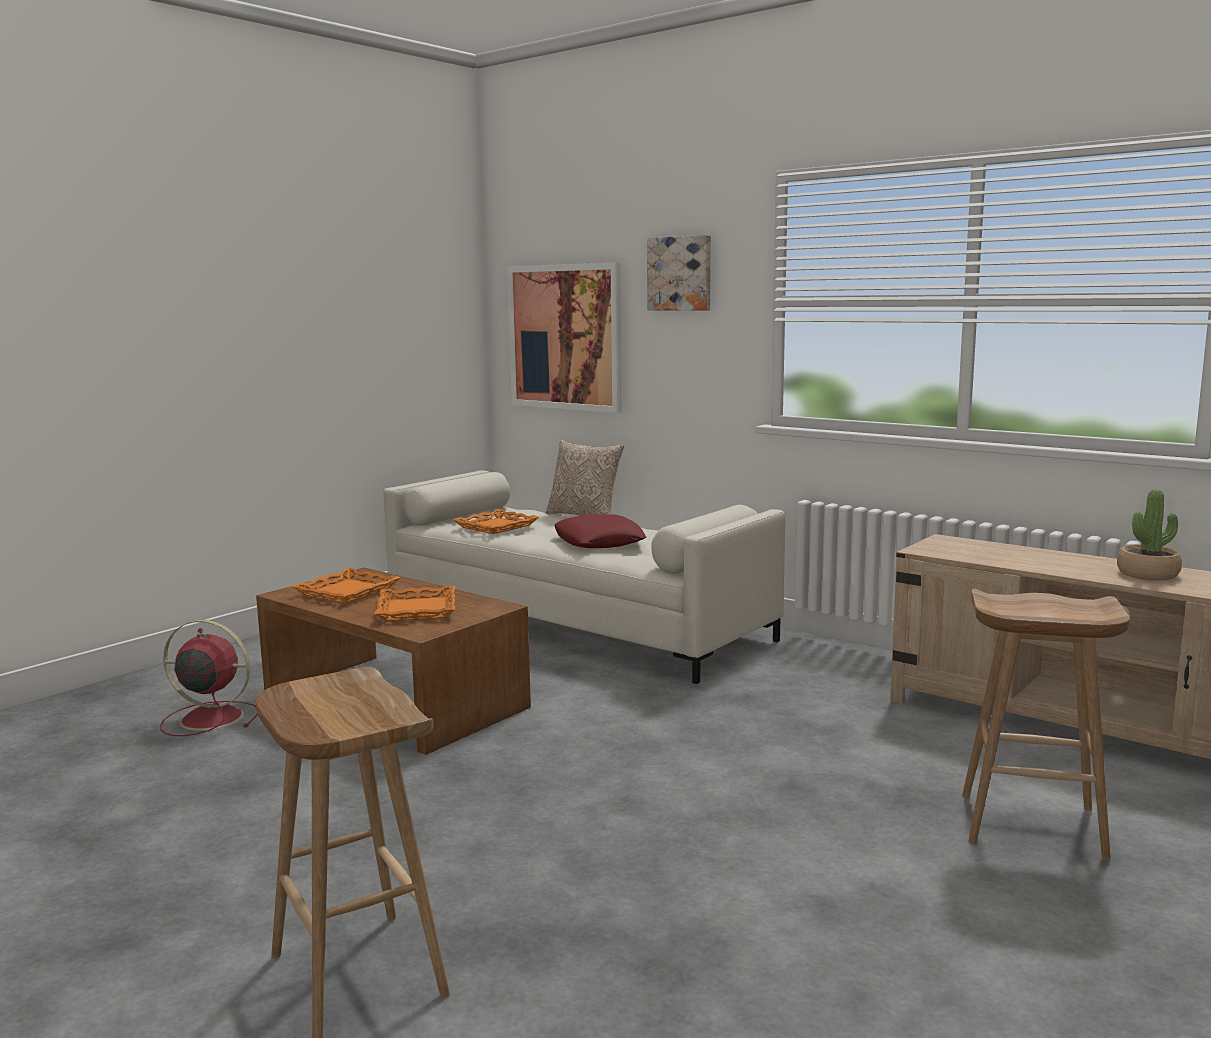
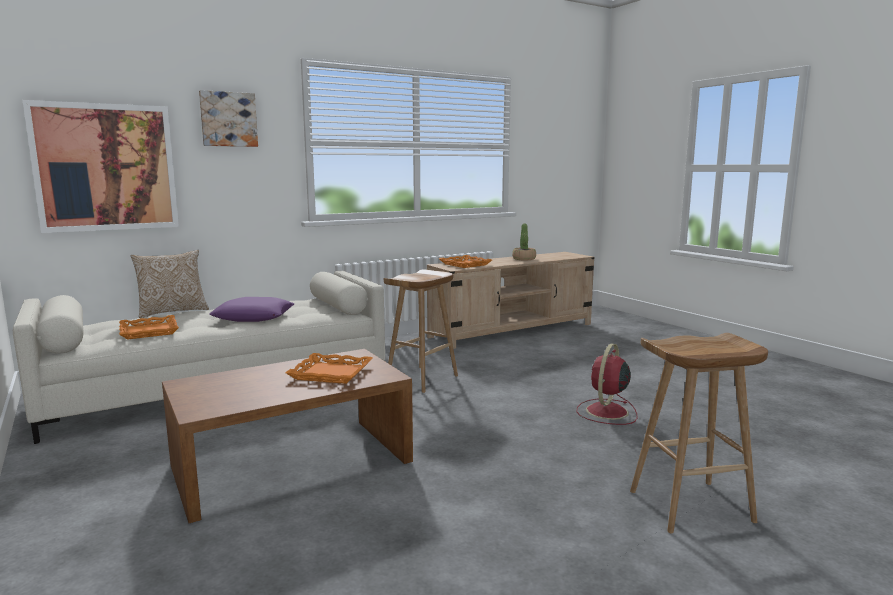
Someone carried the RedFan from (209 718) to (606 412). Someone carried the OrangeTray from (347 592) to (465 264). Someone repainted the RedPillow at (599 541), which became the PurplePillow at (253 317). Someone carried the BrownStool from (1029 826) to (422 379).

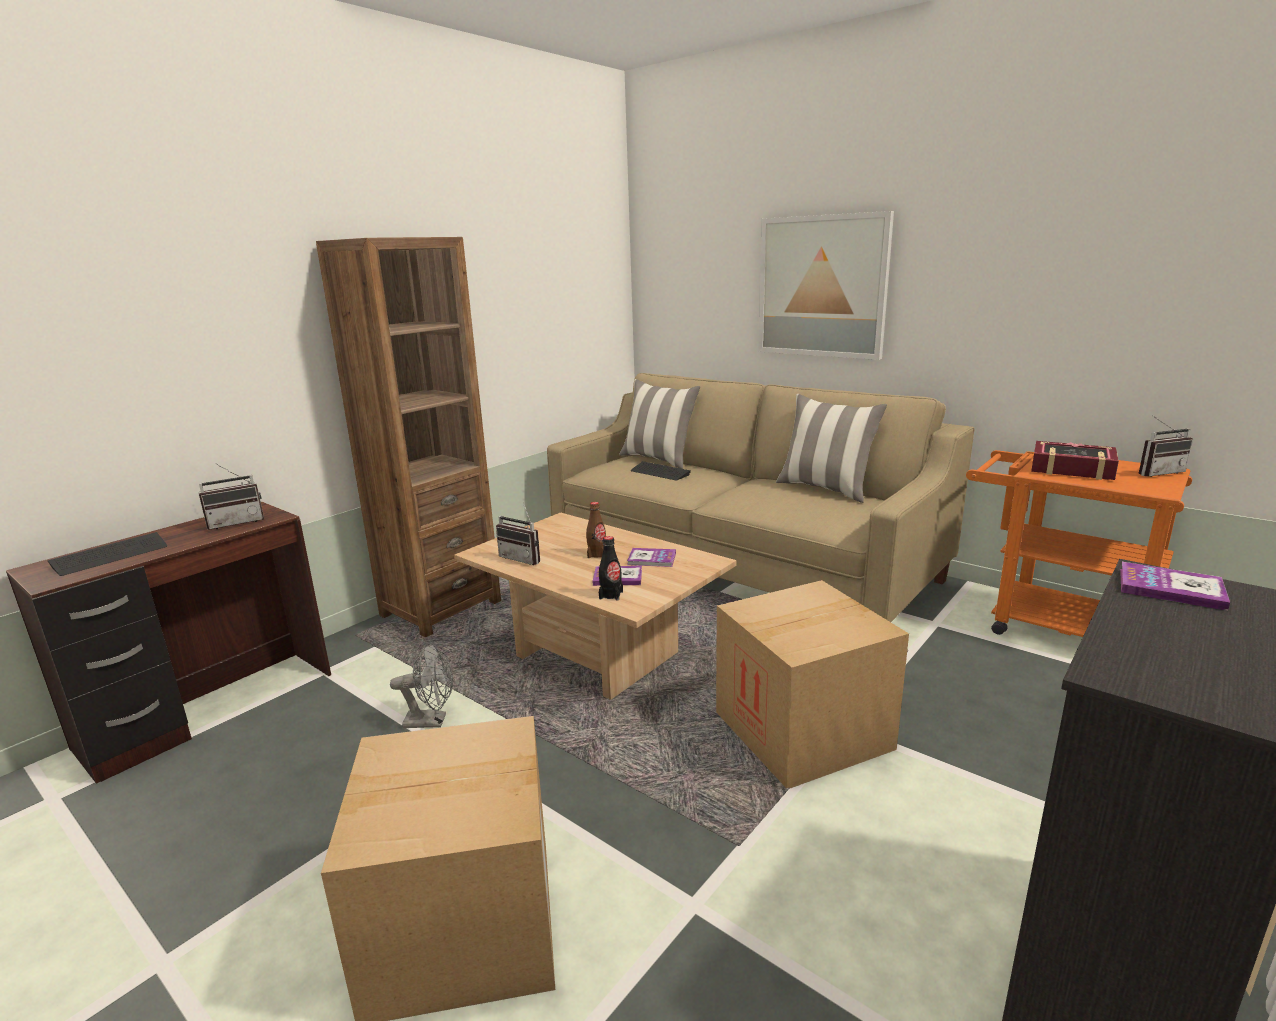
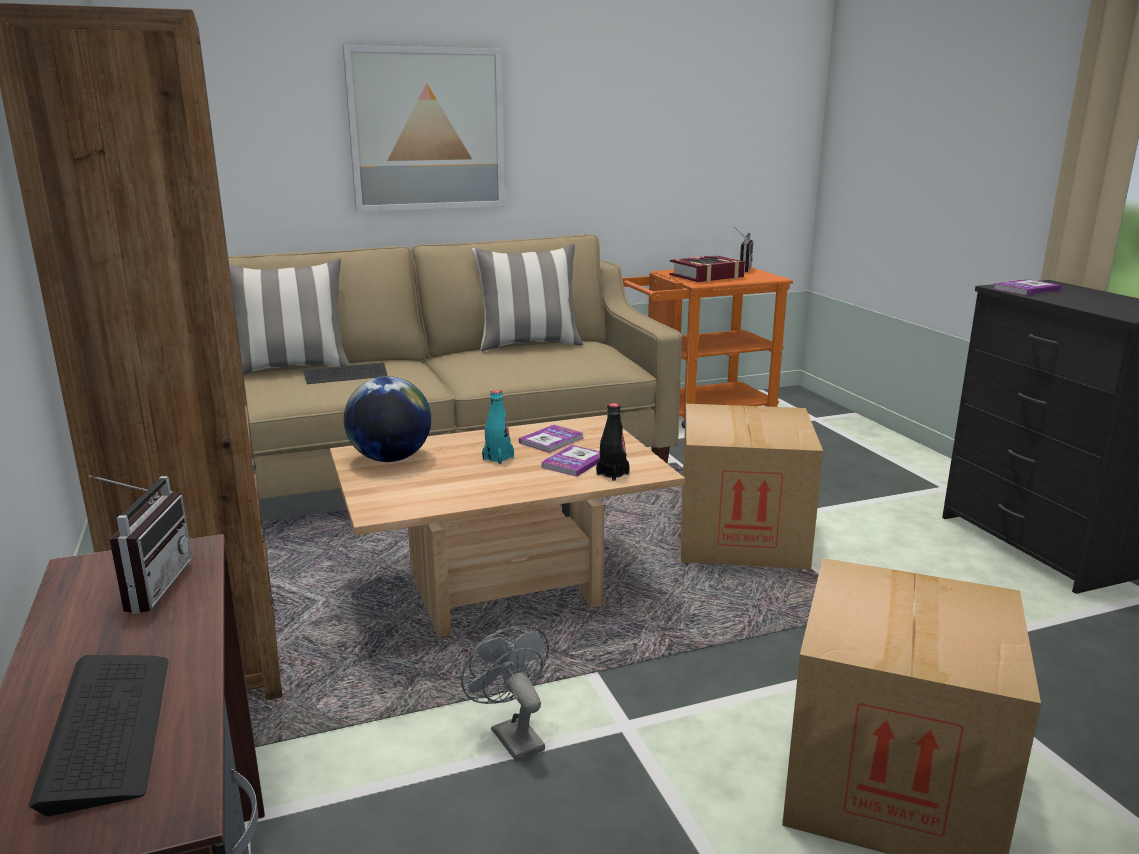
Someone rotated the GreyFan at (432 721) by 60 degrees counterclockwise. Someone took away the Radio at (523 558). Someone repainted the BrownBottle at (597 554), which became the TurquoiseBottle at (498 458). Someone put down the Globe at (390 459).

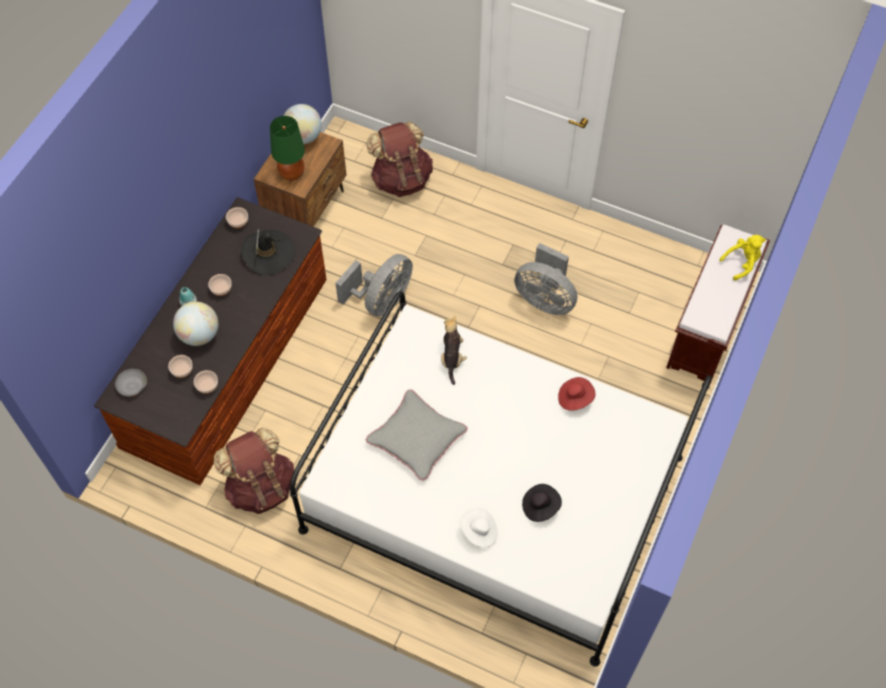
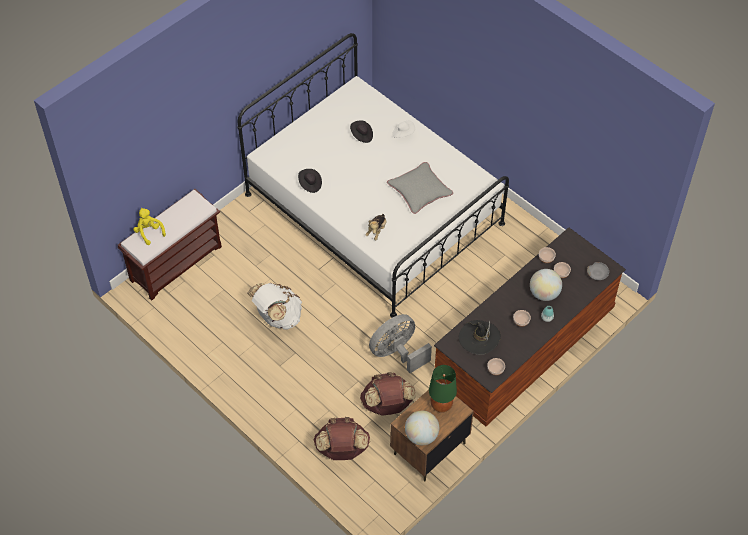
Someone carried the BrownBackpack from (261 486) to (387 405). Someone swapped the GreyFan at (545 299) for the WhiteBackpack at (277 317). Someone repainted the RedHat at (575 398), which became the BlackHat at (310 184). Someone rotated the YellowPlushToy at (742 263) by 60 degrees clockwise.

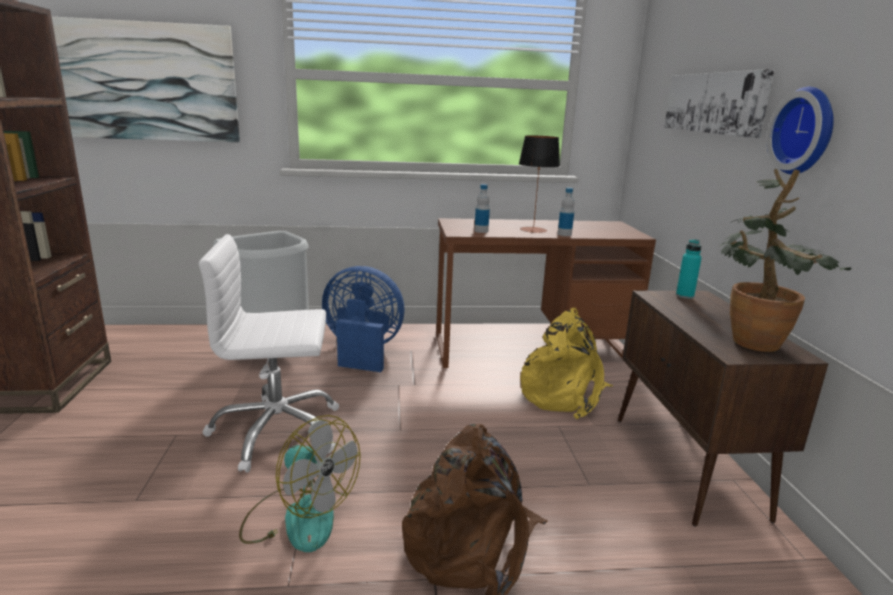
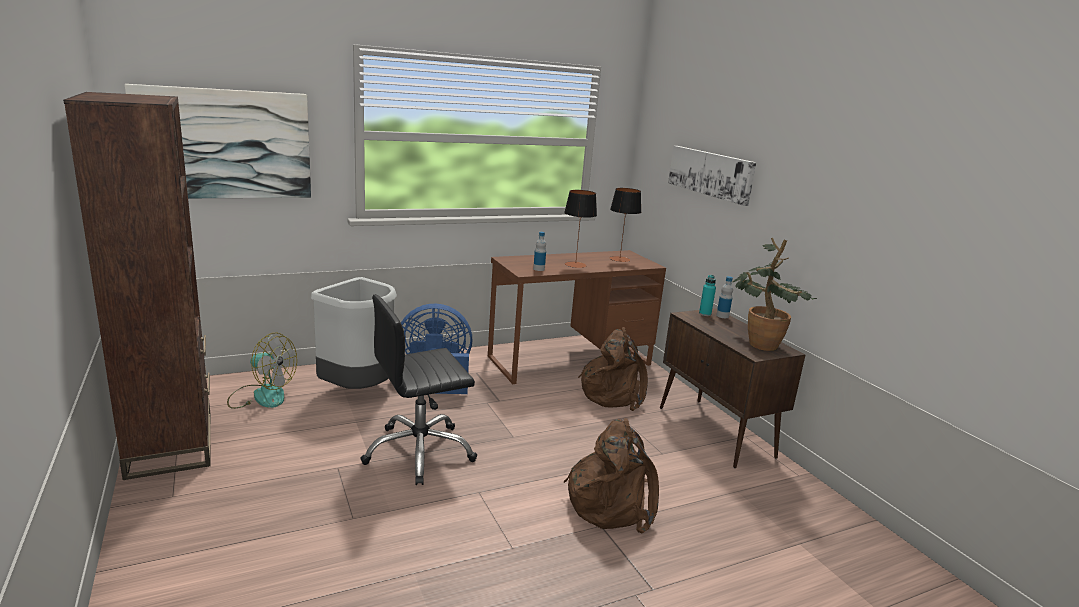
Someone repainted the WhiteOfficeChair at (277 431), which became the BlackOfficeChair at (419 452). Someone carried the Fan from (298 517) to (261 396). Someone repainted the YellowBackpack at (563 394), which became the BrownBackpack at (613 394). Someone carried the Bottle from (564 234) to (722 316). Someone took away the WallClock at (806 131). Someone put down the TableLamp at (619 259).

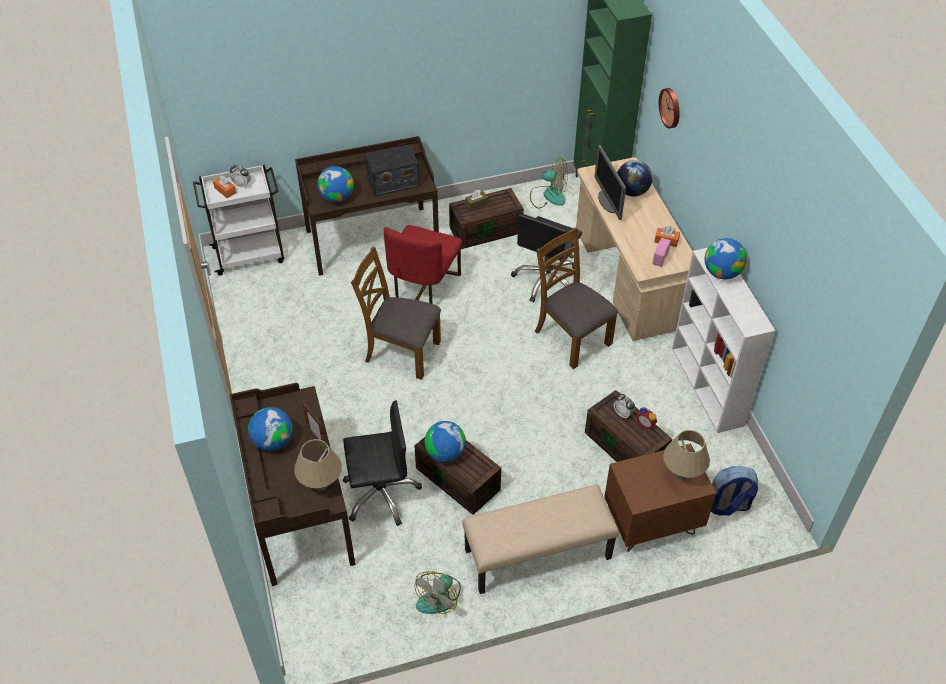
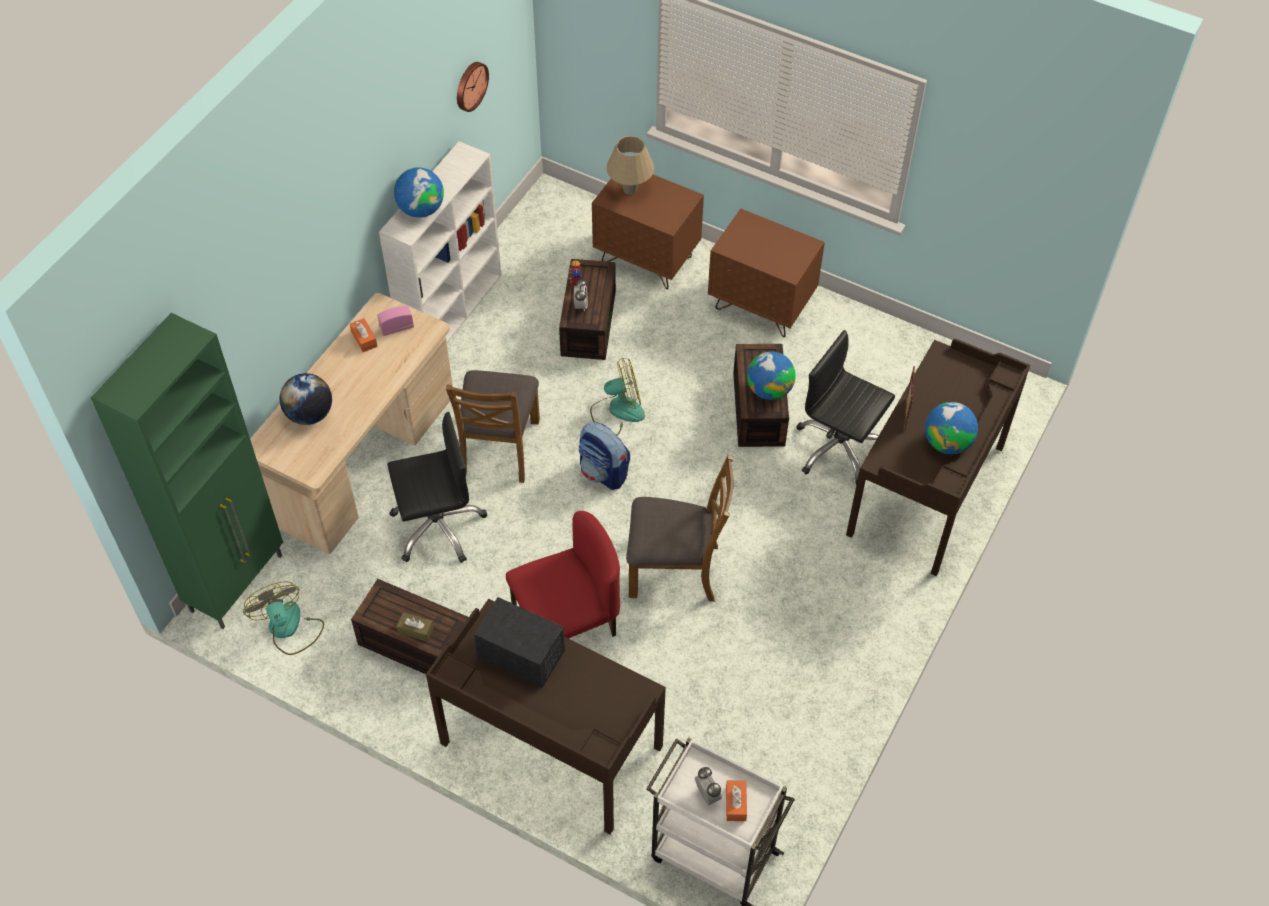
Someone took away the BeigeTableLamp at (321 484). Someone took away the Globe at (337 197). Someone rotated the BrownChair at (401 351) by 60 degrees counterclockwise. Someone carried the Fan from (439 596) to (617 411). Someone swapped the BeigeBench at (537 555) for the BrownNightstand at (761 306). Someone took away the Monitor at (607 202). Someone carried the WallClock from (671 107) to (470 85). Someone carried the Backpack from (727 505) to (604 472).

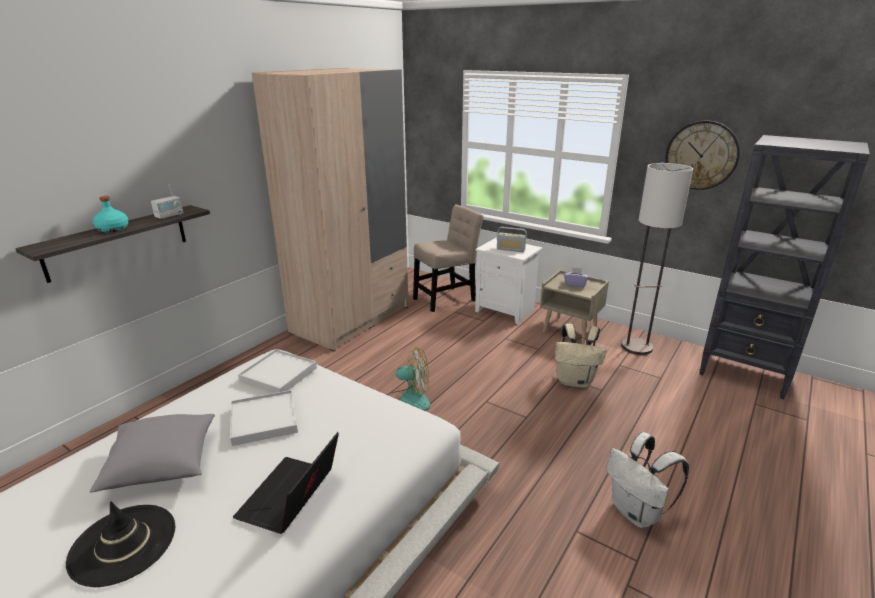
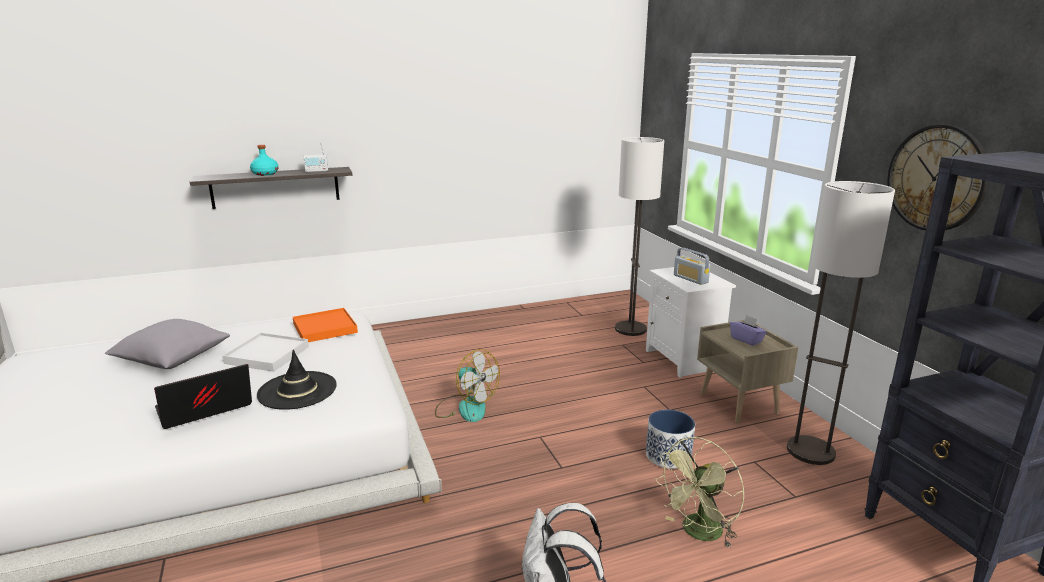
Someone carried the BlackHat from (123 544) to (297 390). Someone repainted the WhiteTray at (278 374), which became the OrangeTray at (325 328). Someone took away the BeigeWardrobe at (351 319). Someone swapped the BeigeChair at (447 298) for the FloorLamp at (631 329). Someone swapped the BeigeBackpack at (575 381) for the Planter at (668 456). Someone put down the GreenFan at (698 533).

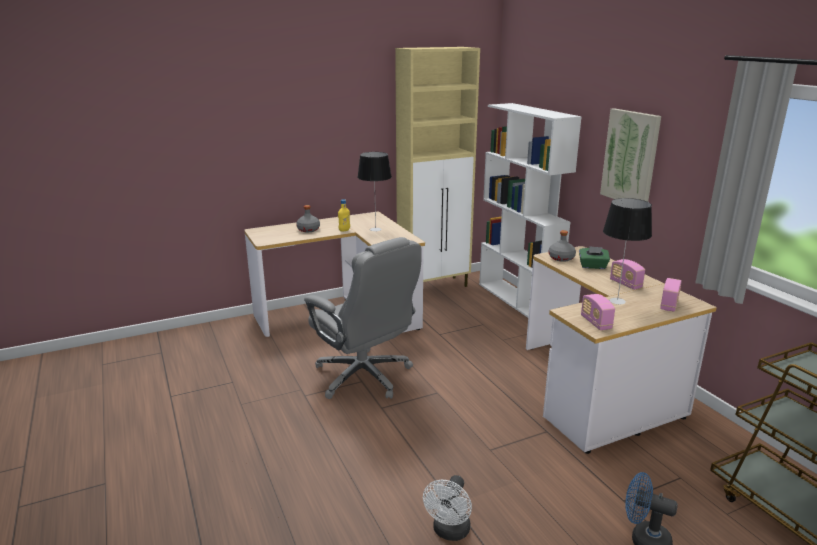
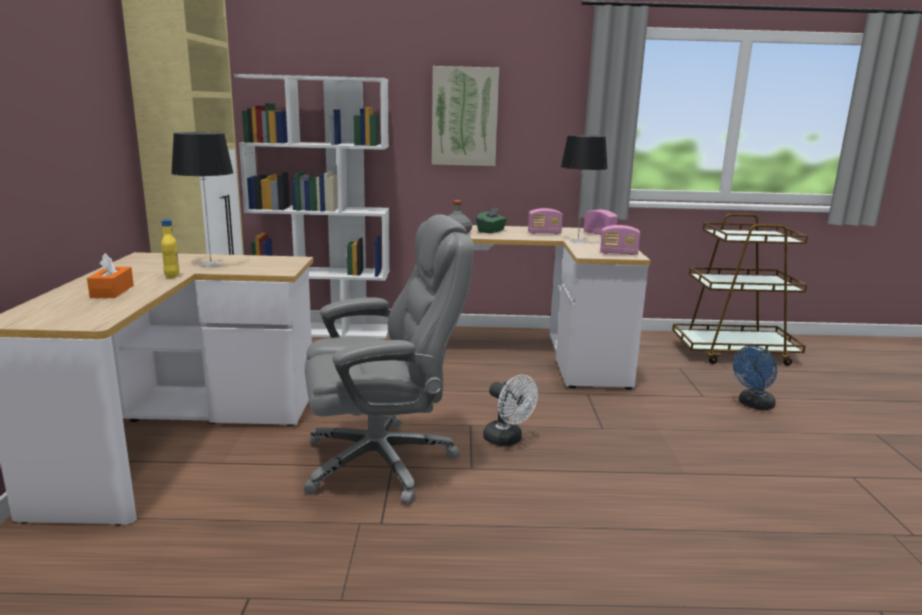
Someone swapped the GreyBottle at (308 230) for the OrangeTissueBox at (112 291). Someone carried the WhiteFan from (449 532) to (507 440).

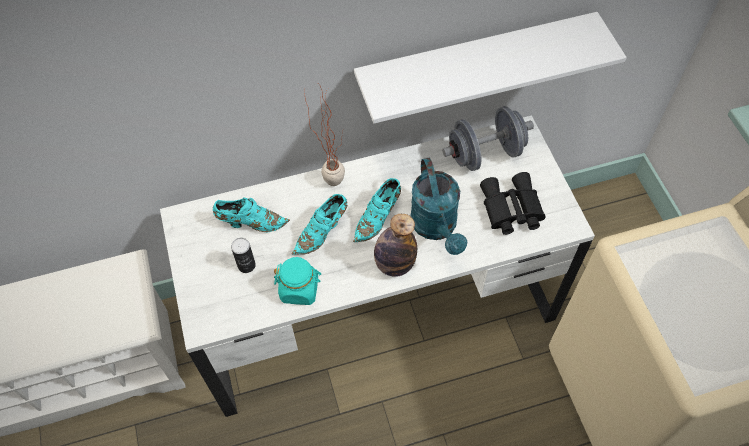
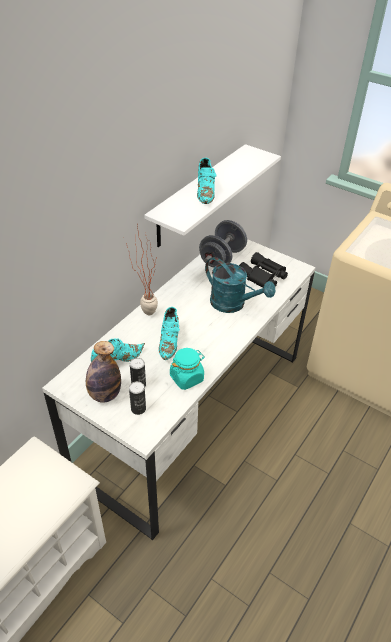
Someone carried the TurquoiseShoe from (378 218) to (205 191). Someone carried the Bottle from (394 264) to (105 394). Someone put down the Can at (138 409).

